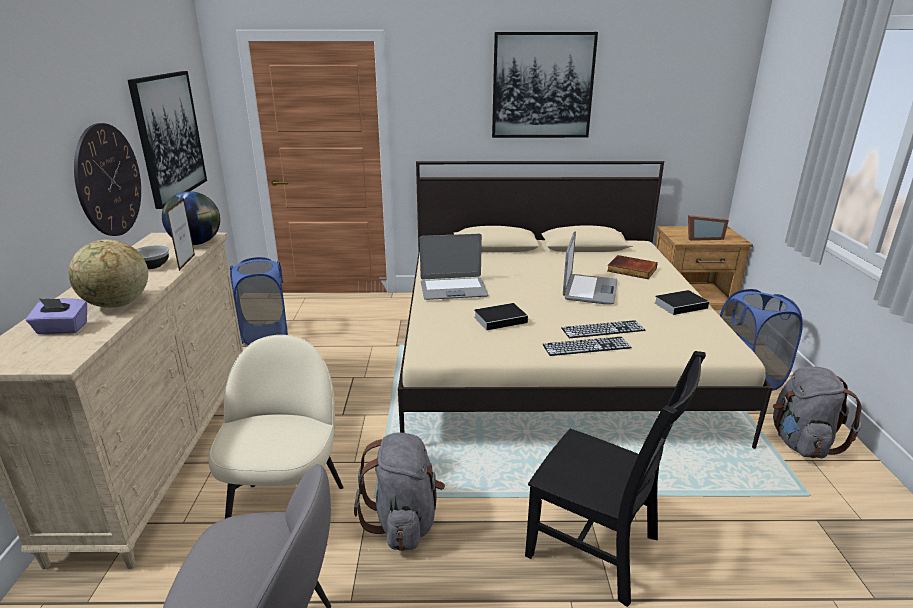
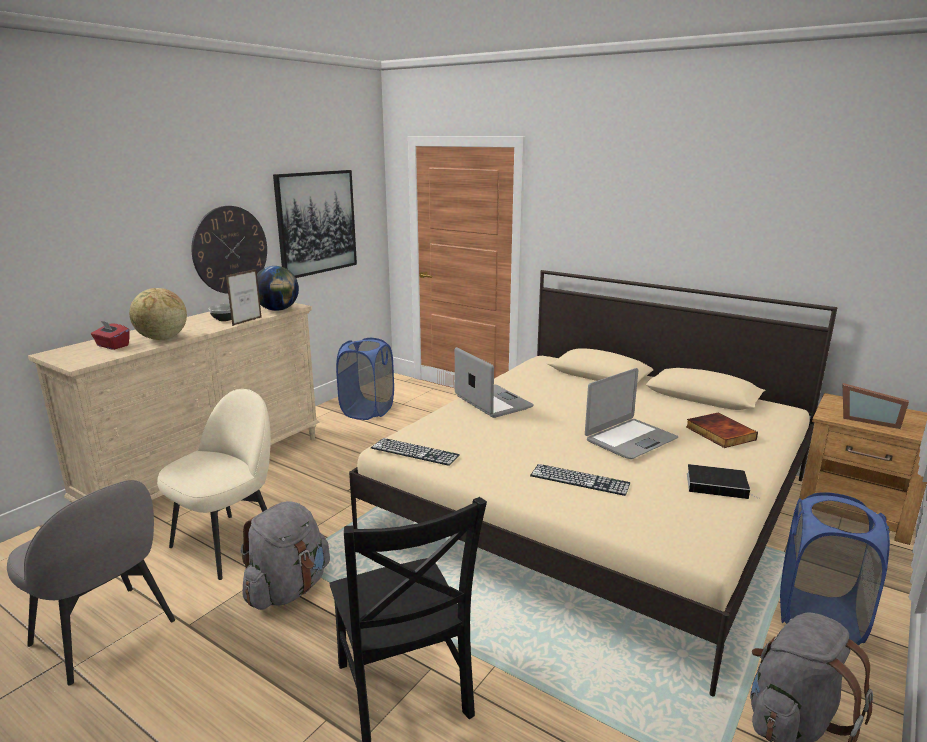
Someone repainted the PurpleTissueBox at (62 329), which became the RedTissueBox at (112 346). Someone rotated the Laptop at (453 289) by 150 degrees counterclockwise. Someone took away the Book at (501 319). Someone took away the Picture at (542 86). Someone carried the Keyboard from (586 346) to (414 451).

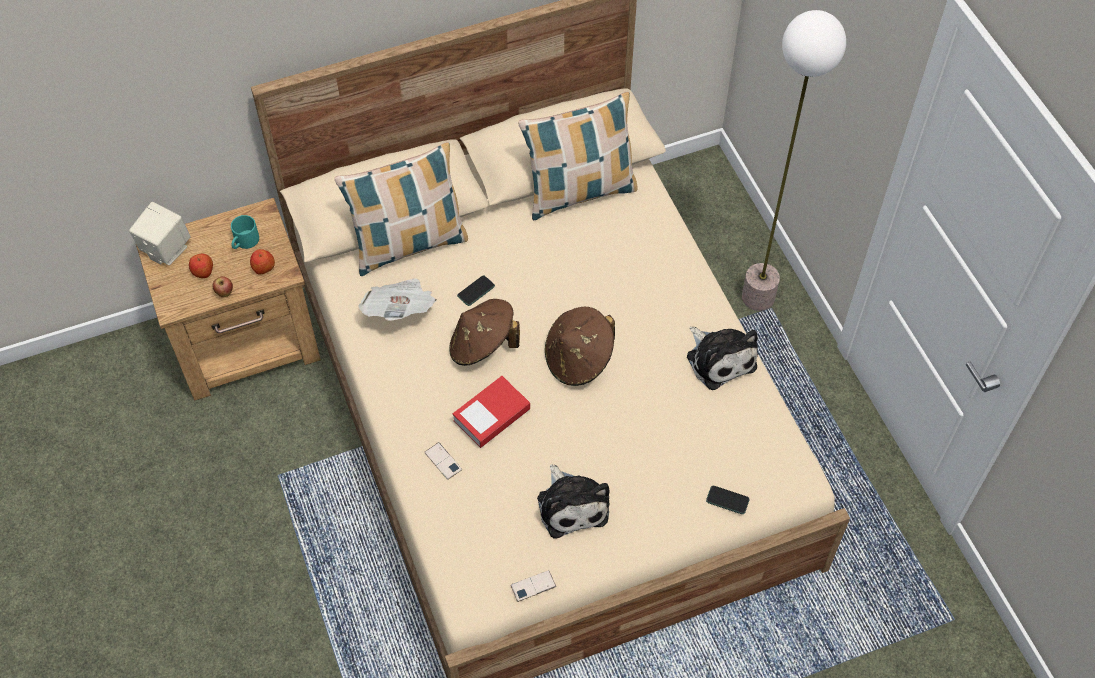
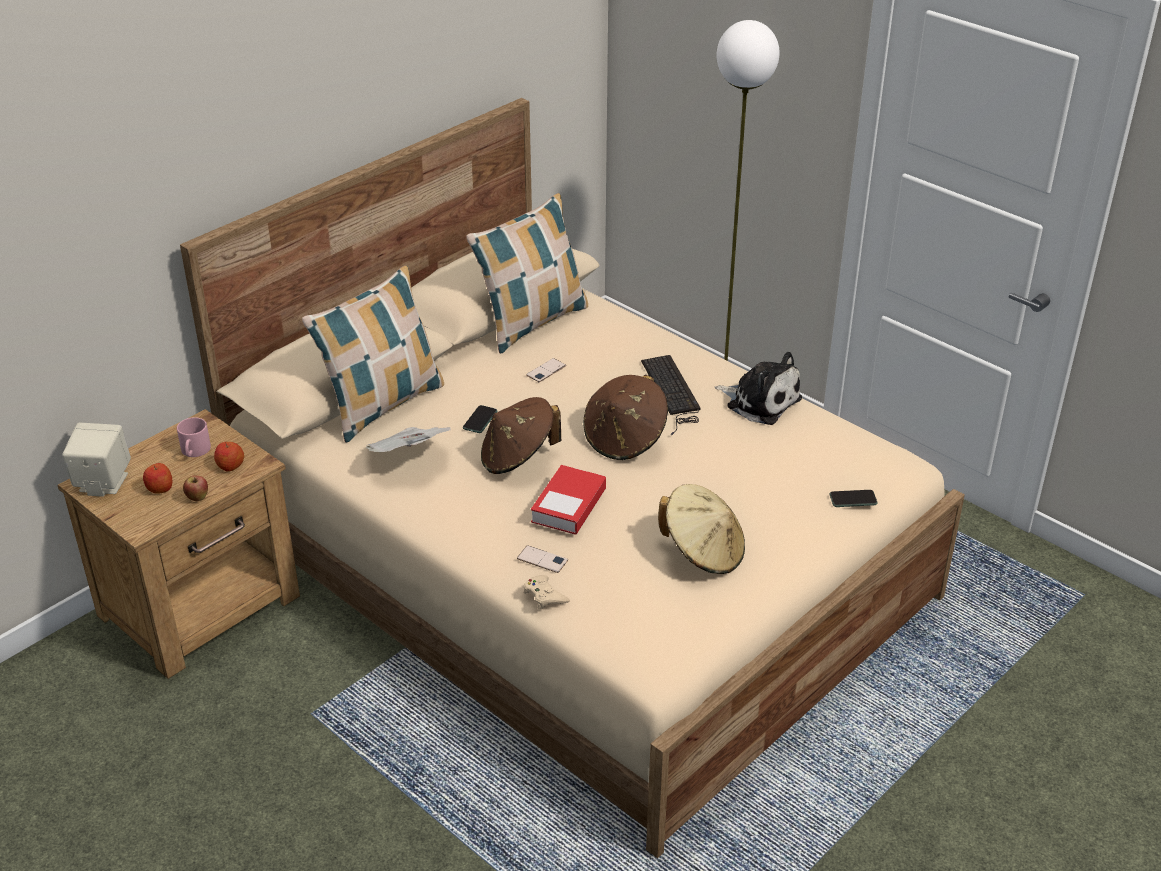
Someone repainted the TurquoiseMug at (245 242), which became the PinkMug at (195 452). Someone carried the Phone from (533 586) to (546 370). Someone swapped the PlushToy at (571 505) for the BeigeHat at (703 552). Someone put down the BeigeGameController at (544 596). Someone put down the Keyboard at (672 393).

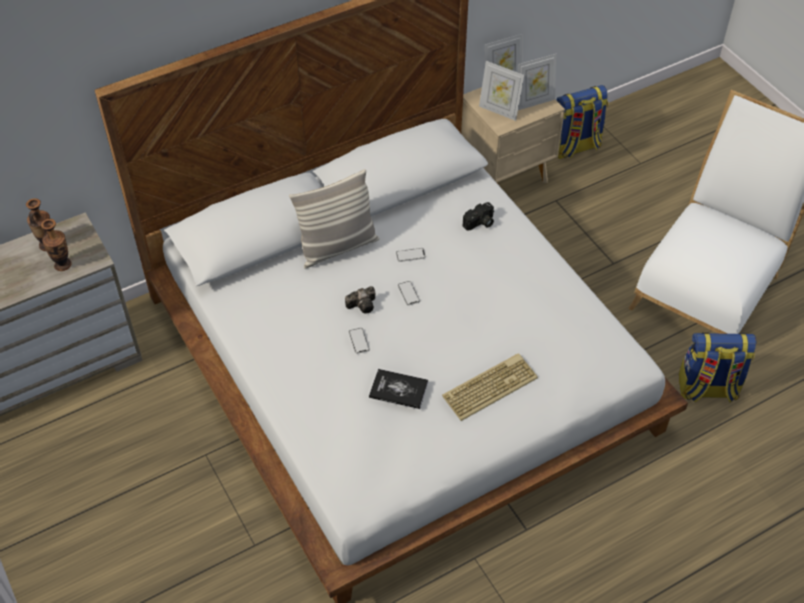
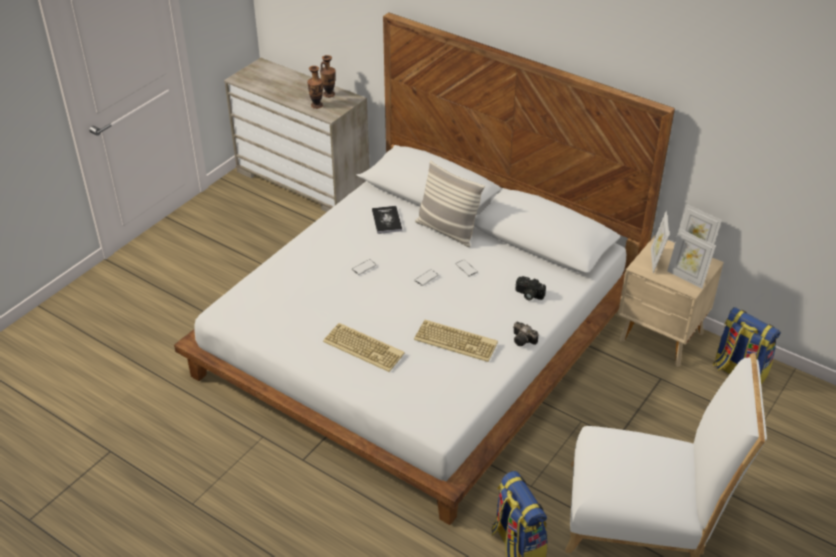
Someone carried the PhotoCamera from (363 305) to (524 340). Someone carried the Book from (398 390) to (387 220). Someone put down the Keyboard at (457 341).

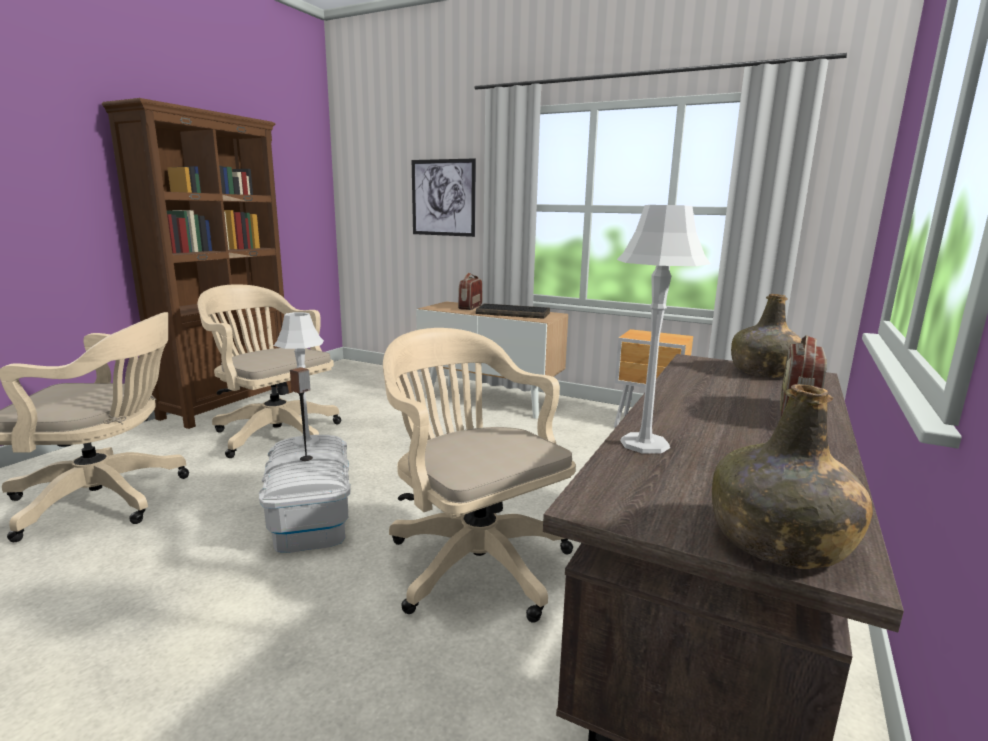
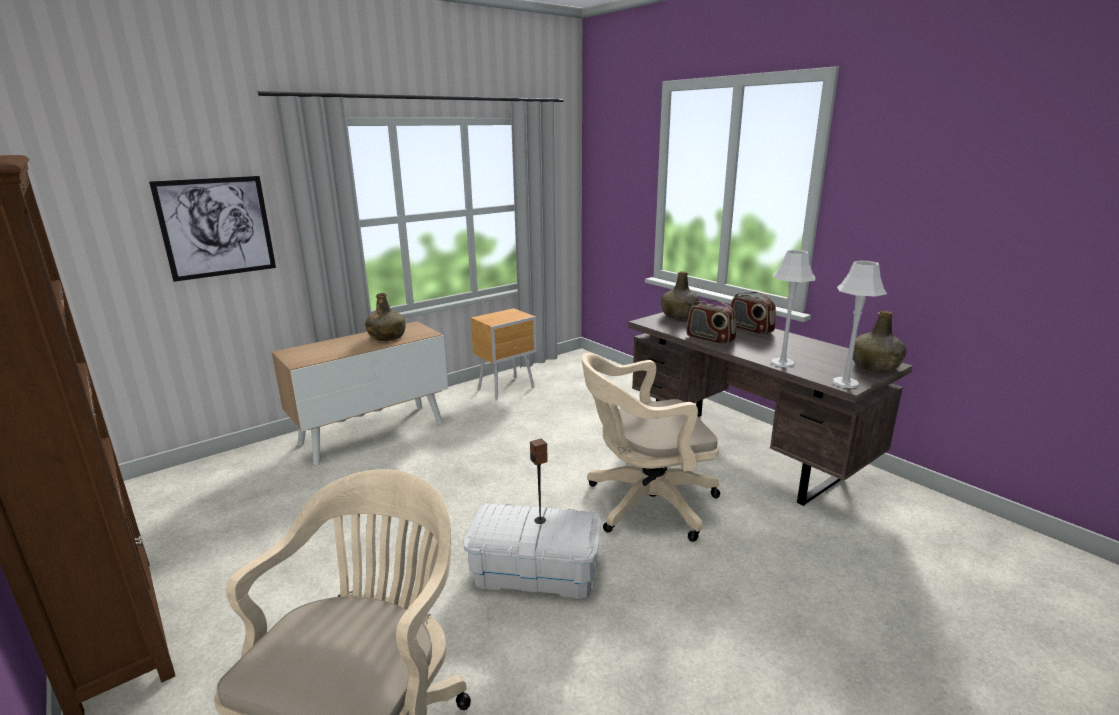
Someone took away the BeigeOfficeChair at (273 433). Someone carried the GreyTableLamp from (306 441) to (845 383). Someone carried the Radio from (470 307) to (710 339). Someone swapped the Keyboard at (513 313) for the GreenBottle at (387 337).

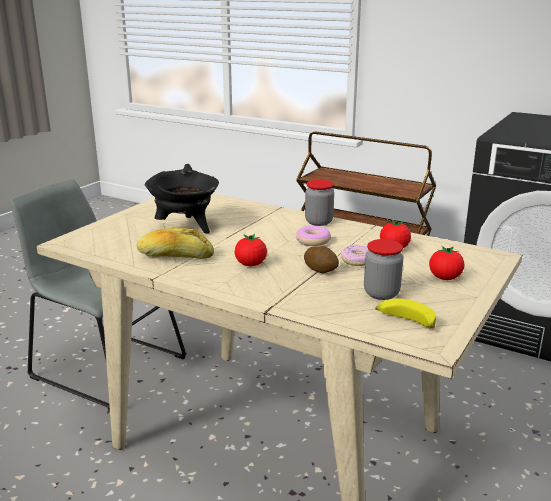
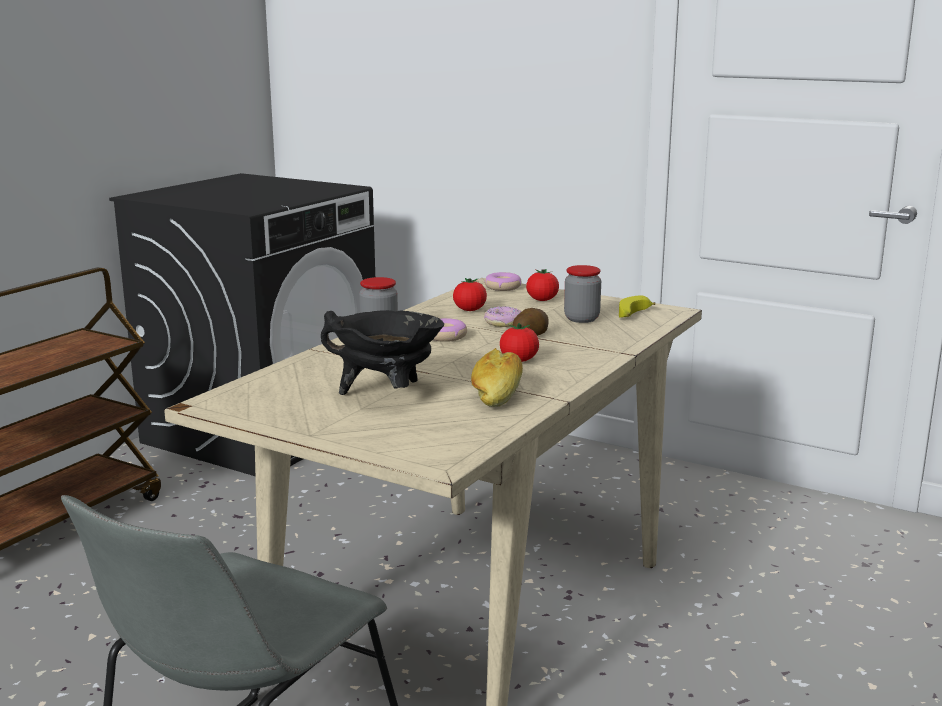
Someone put down the Donut at (502 287).

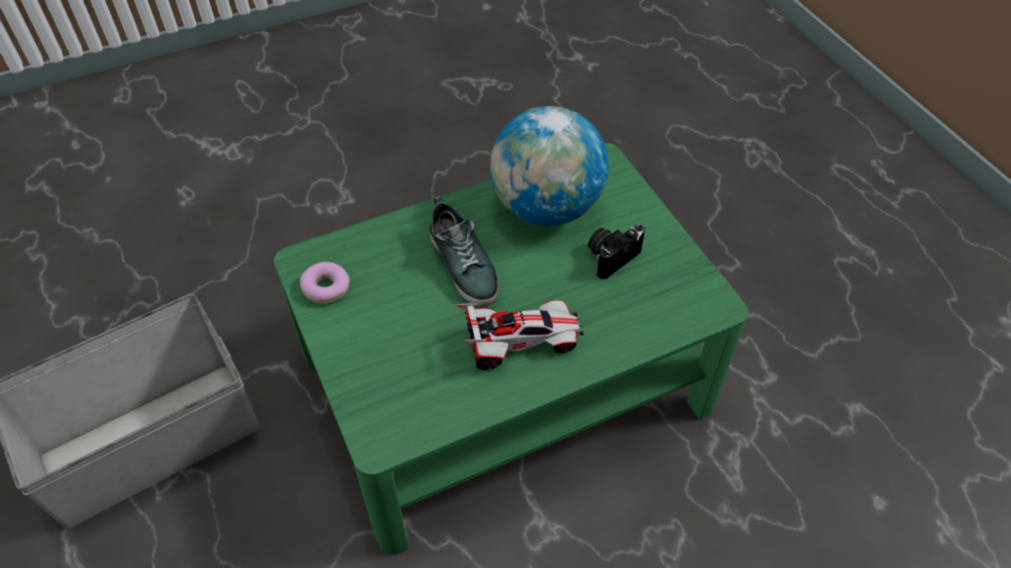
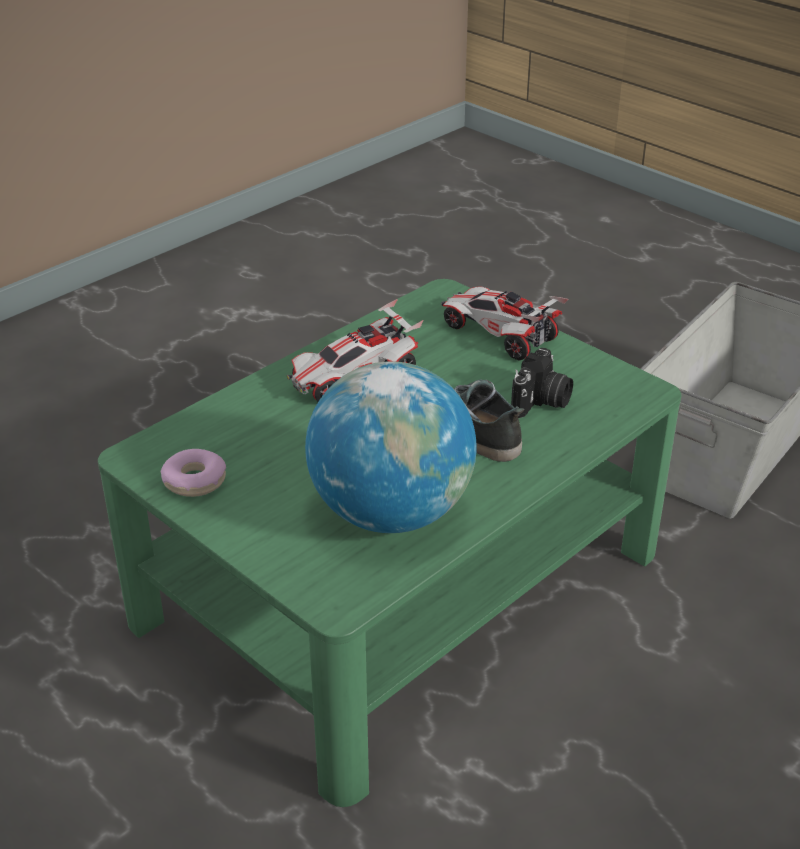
Someone carried the Donut from (326 288) to (194 481). Someone carried the PhotoCamera from (611 256) to (541 402). Someone put down the ToyCar at (499 335).

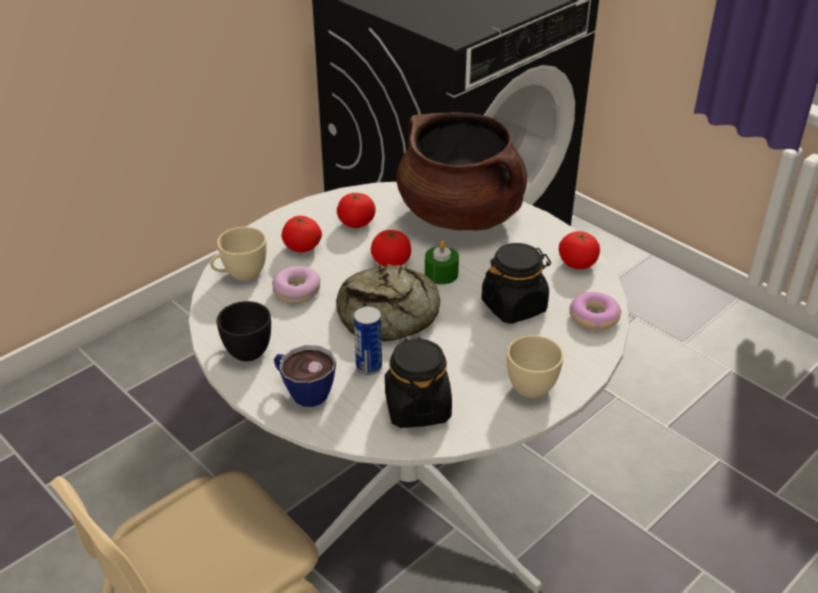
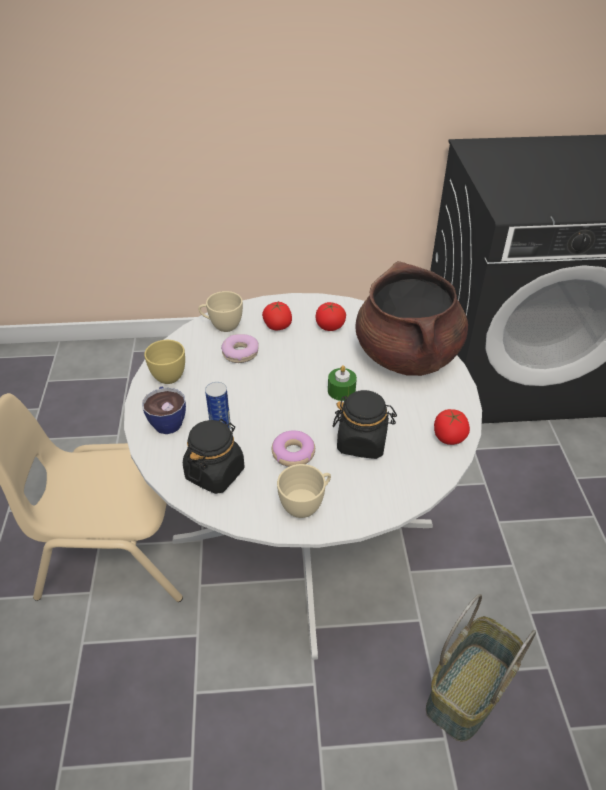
Someone repainted the BlackCup at (244 348), which became the YellowCup at (169 373). Someone took away the Bread at (389 315). Someone took away the Tomato at (391 262). Someone carried the Donut from (593 317) to (293 453). Someone put down the Basket at (469 693).

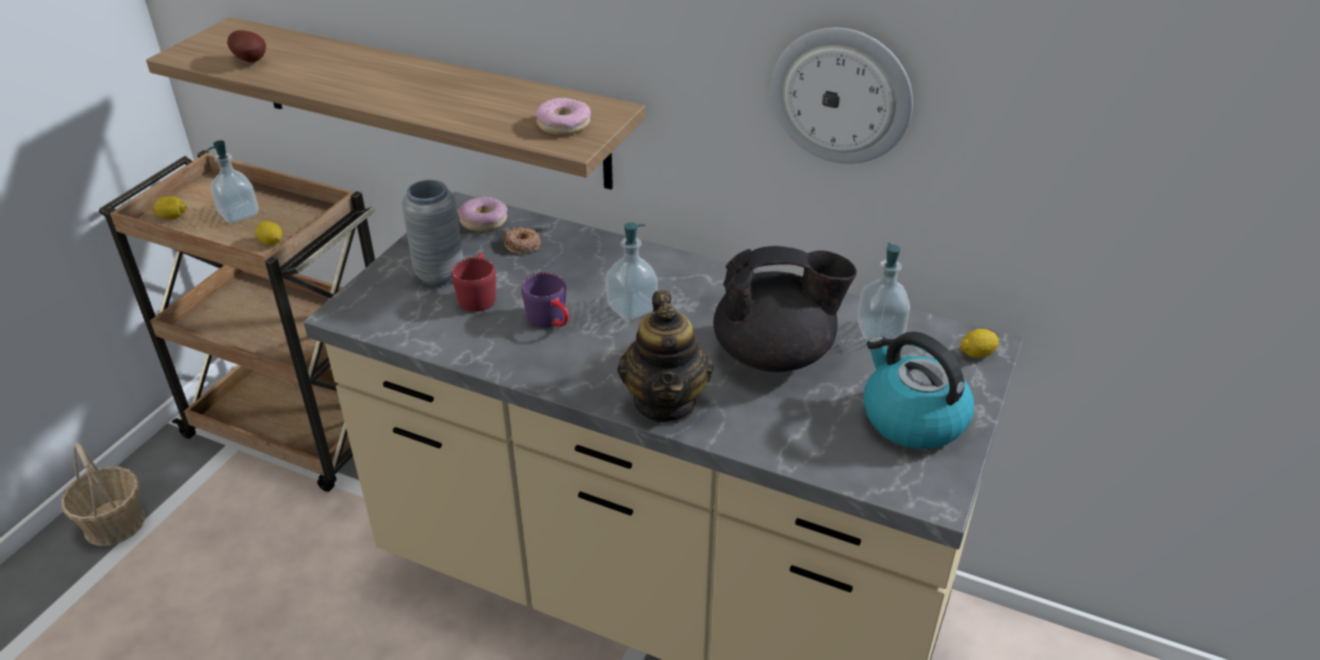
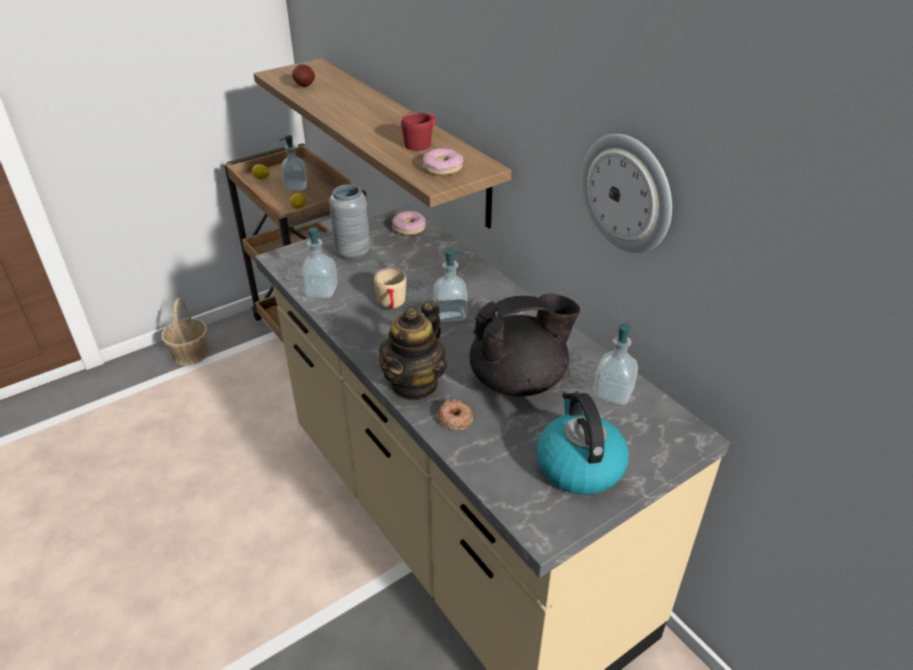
Someone carried the RedMug from (478 295) to (421 142). Someone carried the Donut from (522 244) to (455 418). Someone repainted the PurpleMug at (551 321), which became the BeigeMug at (392 304). Someone rotated the BlackTeapot at (775 354) by 45 degrees counterclockwise. Someone took away the Lemon at (977 353). Someone put down the SoapDispenser at (321 291).

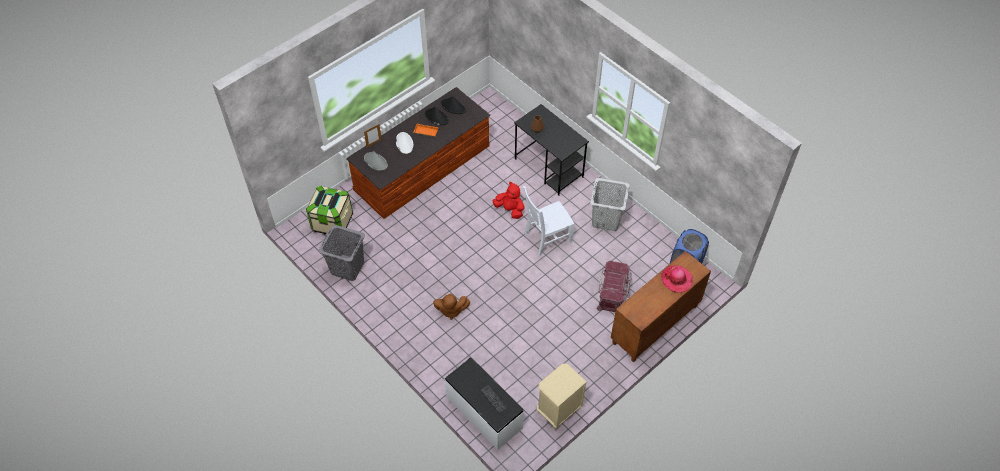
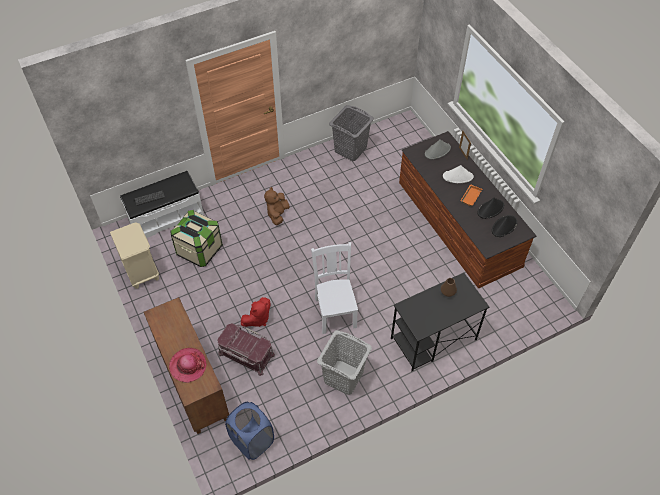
Someone carried the StorageBox from (332 222) to (199 250). Someone carried the RedPlushToy from (510 209) to (257 319).

